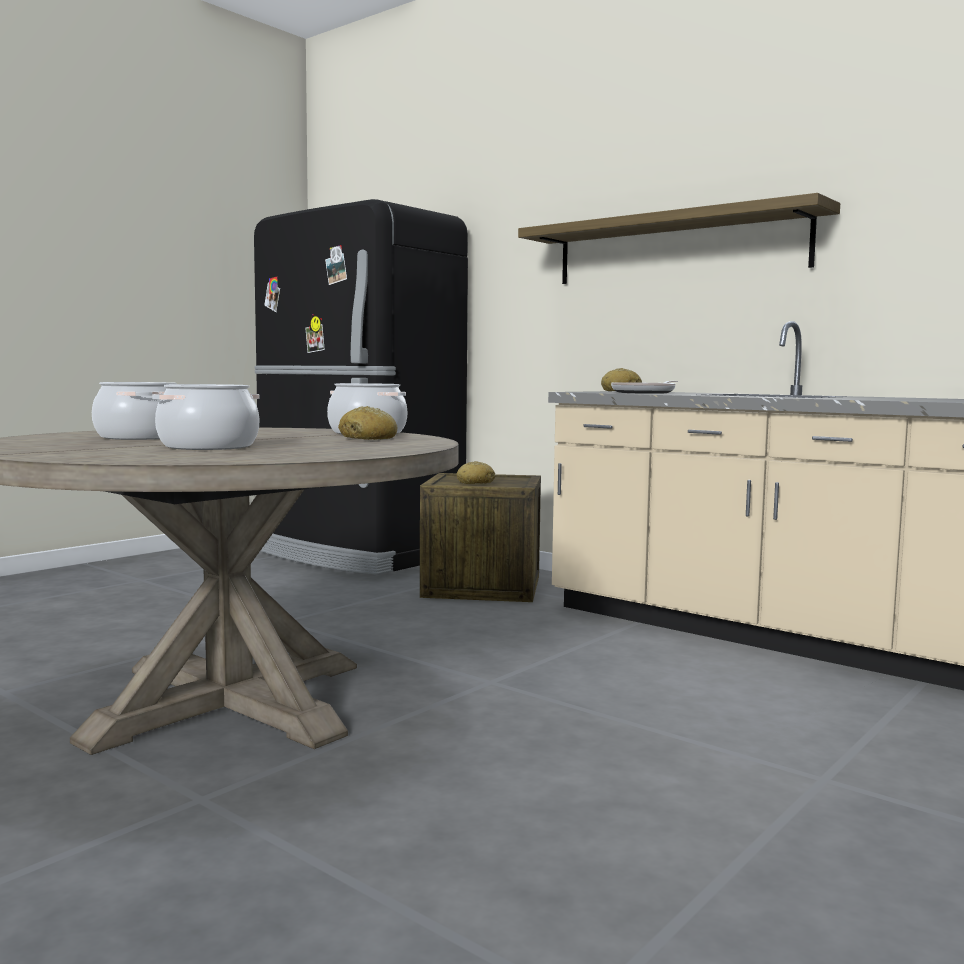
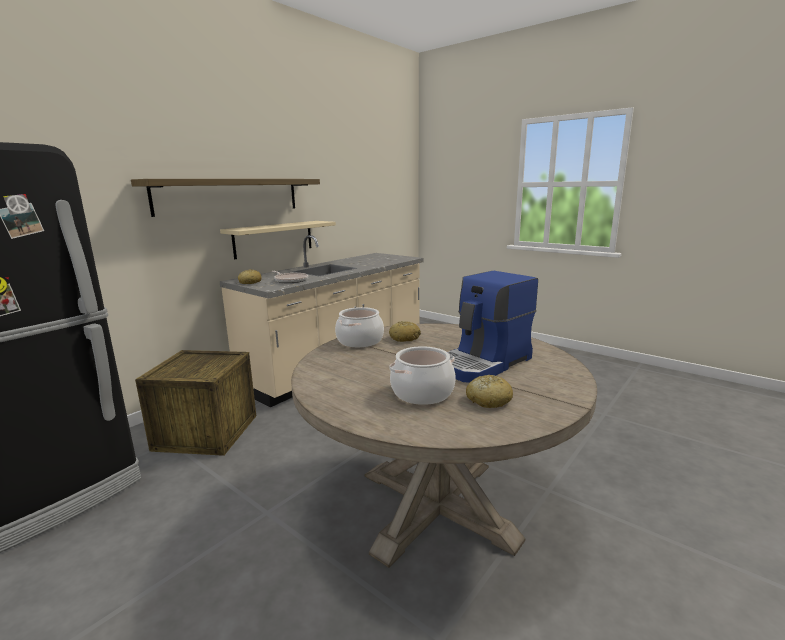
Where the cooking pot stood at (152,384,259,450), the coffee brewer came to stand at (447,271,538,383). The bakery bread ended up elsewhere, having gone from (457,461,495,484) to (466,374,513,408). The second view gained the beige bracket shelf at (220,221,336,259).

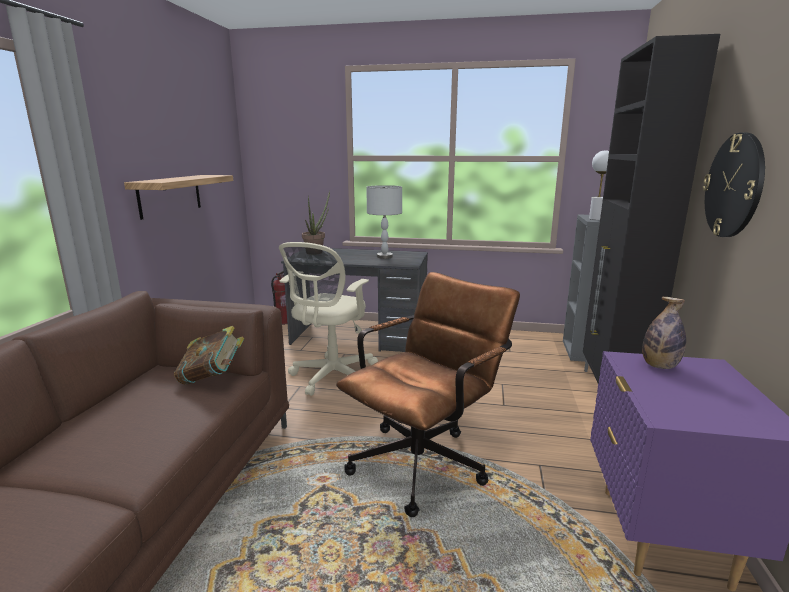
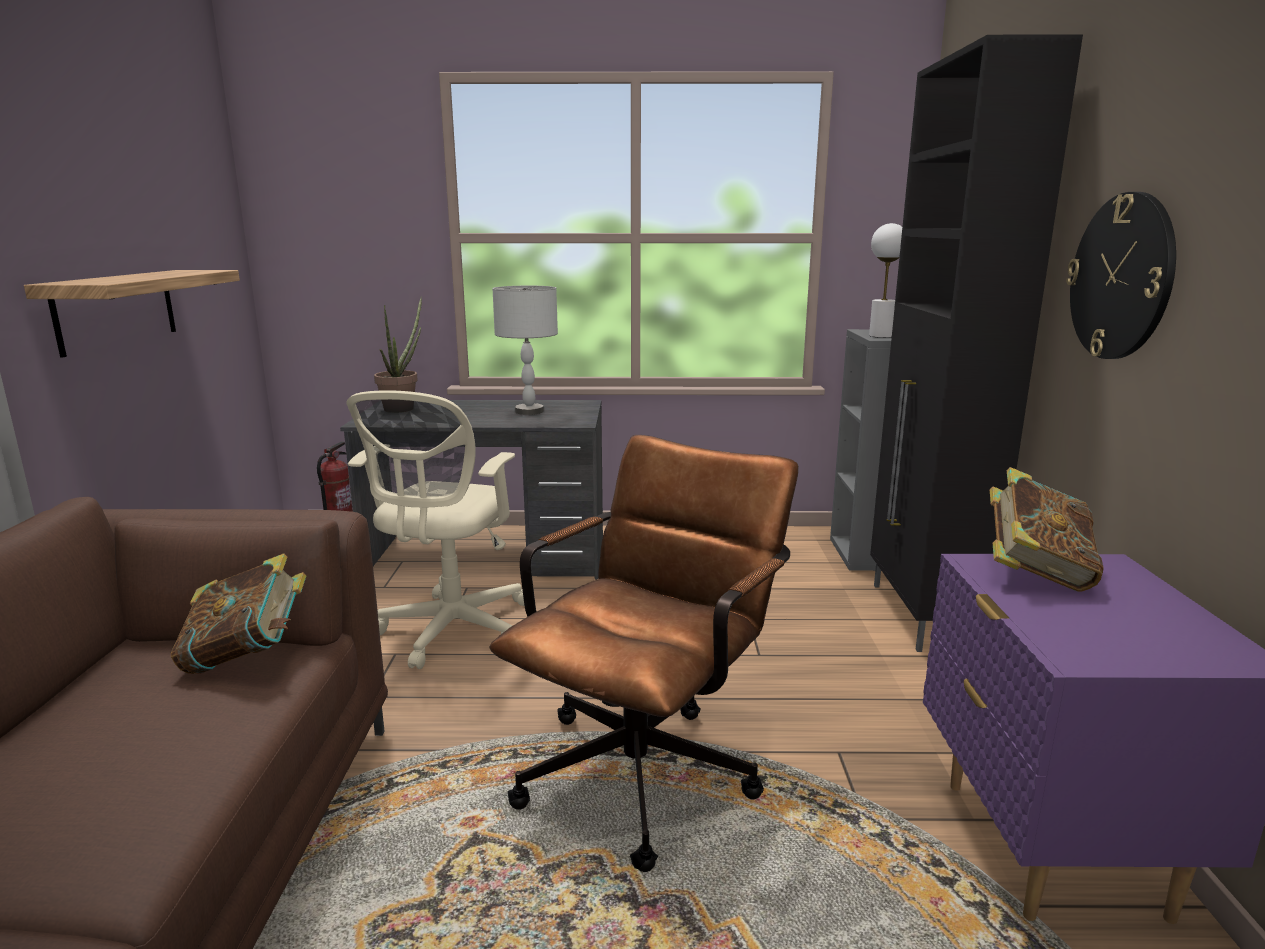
Where the bottle stood at (642,297,686,369), the book came to stand at (990,467,1104,592).

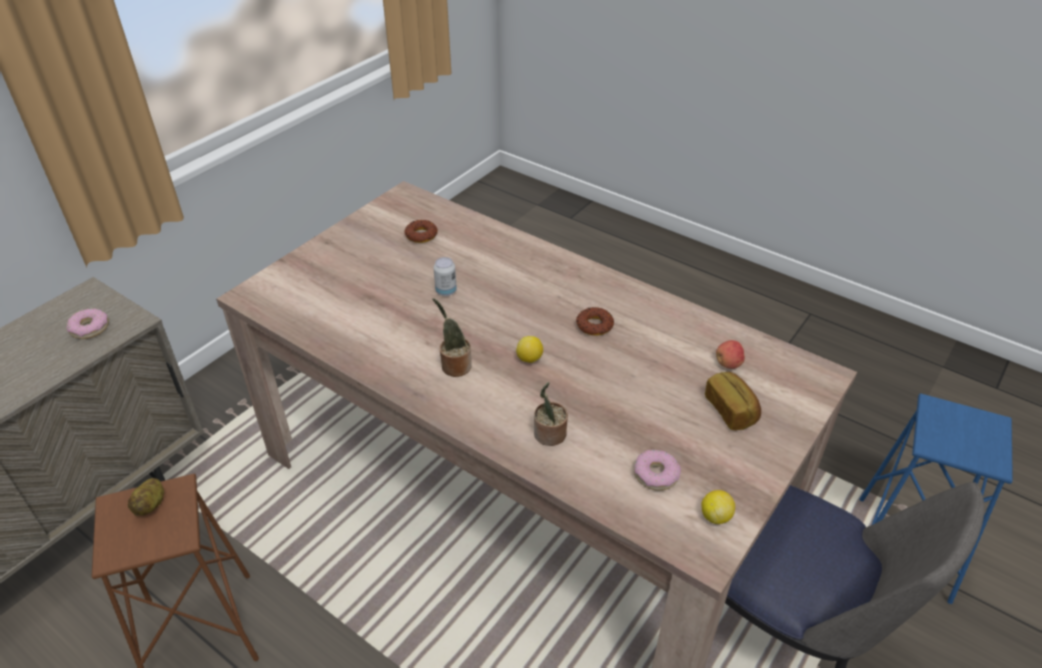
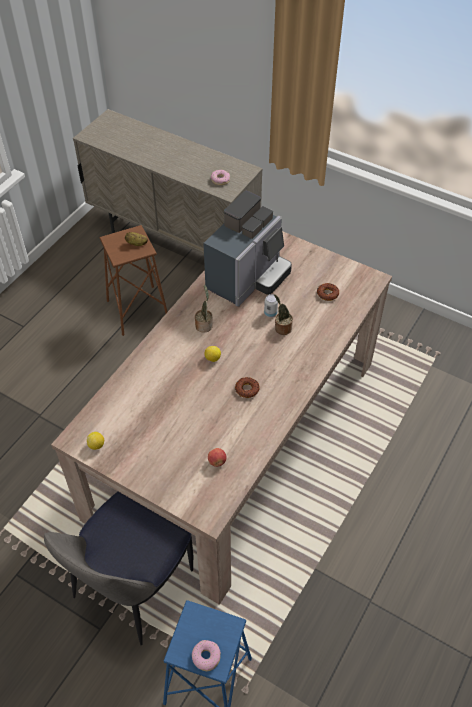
The houseplant ended up elsewhere, having gone from (534,382,568,446) to (274,294,293,335). The donut ended up elsewhere, having gone from (634,450,681,491) to (192,640,221,671). The second view lost the bakery bread at (705,372,761,430). The second view gained the coffee brewer at (203,191,292,307).

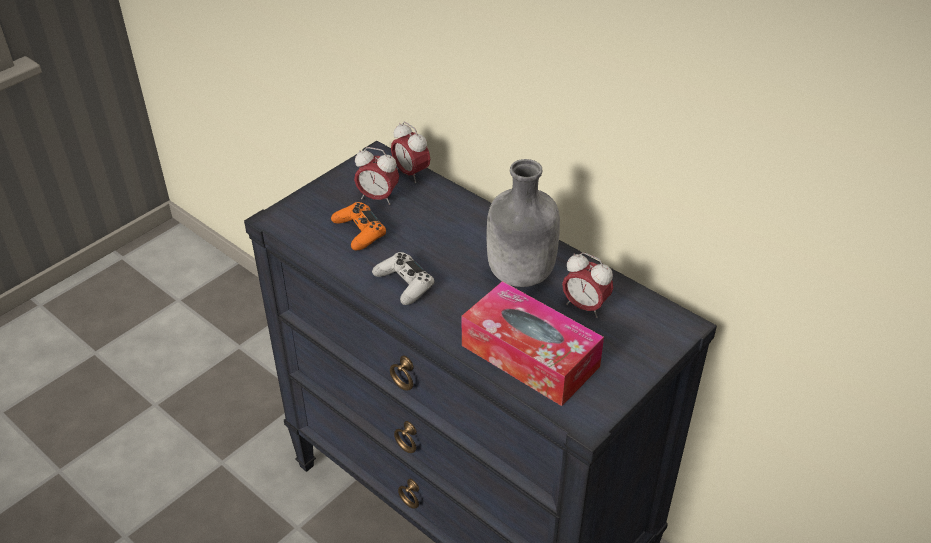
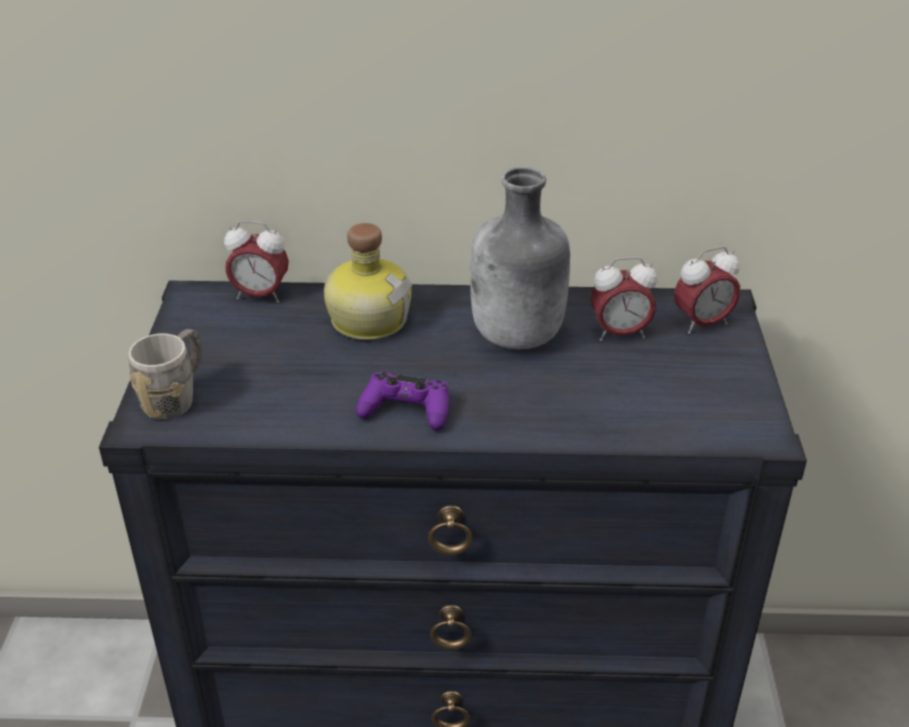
The second view lost the orange-coloured joypad at (331,202,386,250). The alarm clock ended up elsewhere, having gone from (354,147,399,205) to (674,246,740,334). What was the white-coloured joypad at (372,252,434,305) turned into the purplish joypad at (356,372,449,430). The second view lost the box of tissues at (462,281,604,406). The second view gained the grey coffee mug at (128,329,202,420). The second view gained the bottle at (324,223,412,340).

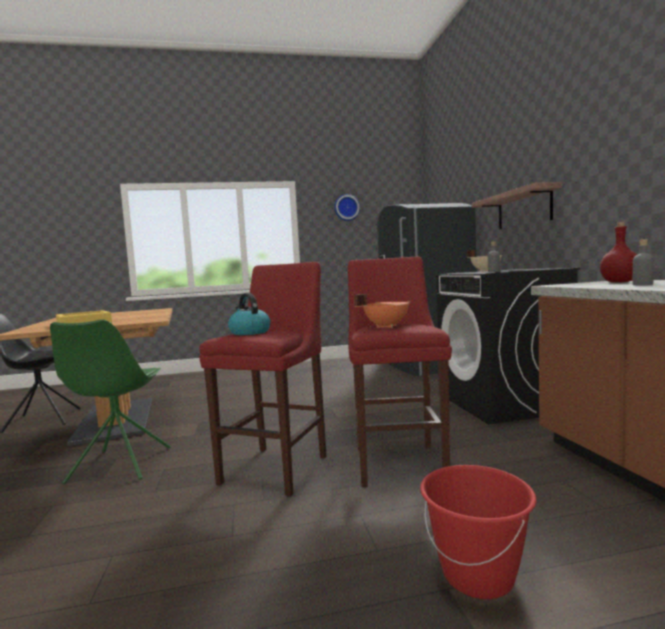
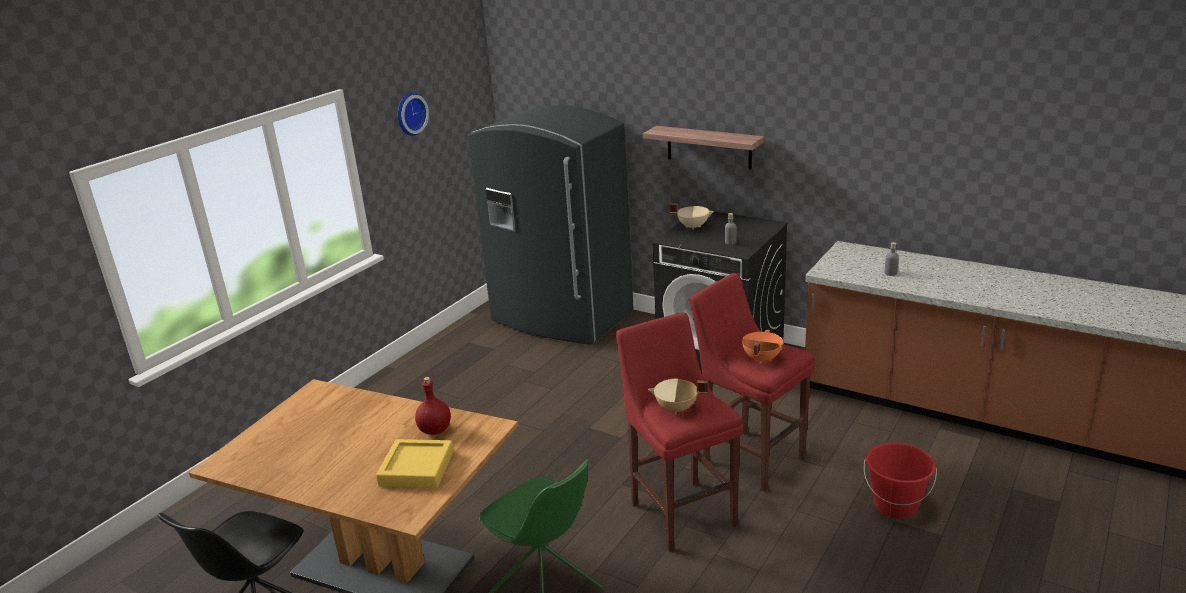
Where the tea kettle stood at (228,293,271,335), the beige cooking pot came to stand at (648,379,708,415). The red bottle ended up elsewhere, having gone from (600,222,637,283) to (415,377,451,435).

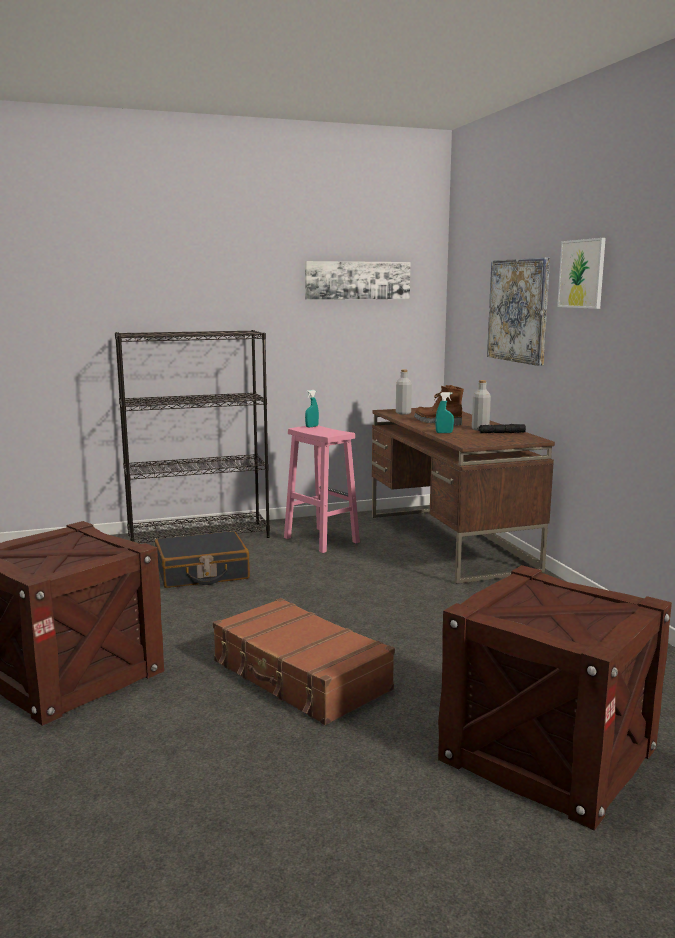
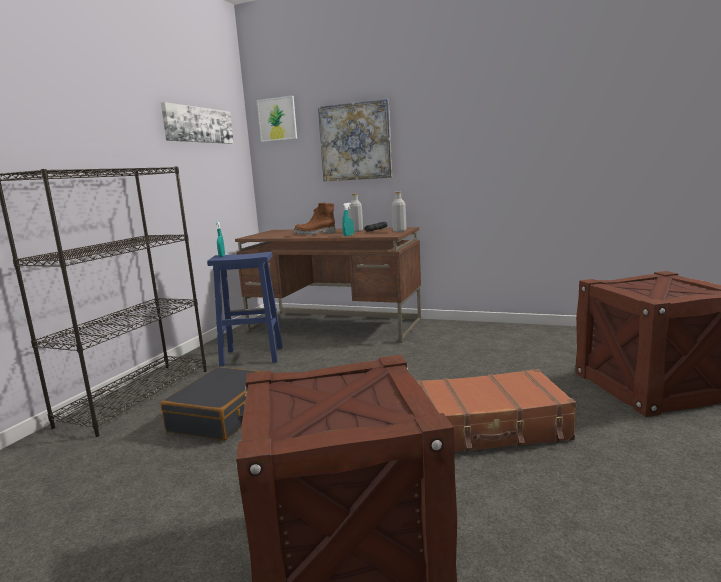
What was the pink sitting stool at (284,425,360,553) turned into the blue-coloured sitting stool at (207,252,283,366). The grey bottle ended up elsewhere, having gone from (396,369,412,415) to (392,192,406,232). The picture ended up elsewhere, having gone from (557,238,606,309) to (257,96,297,142).

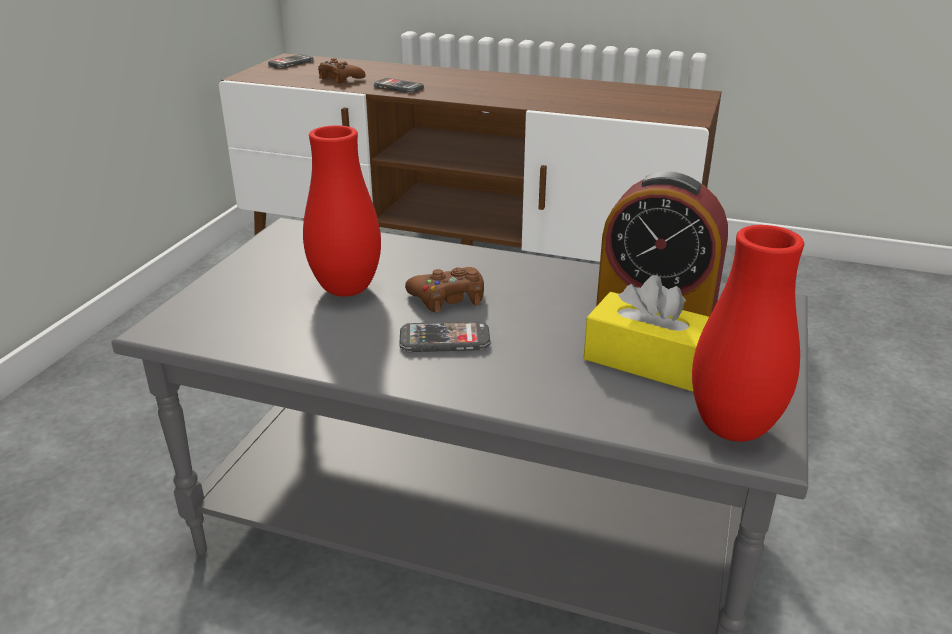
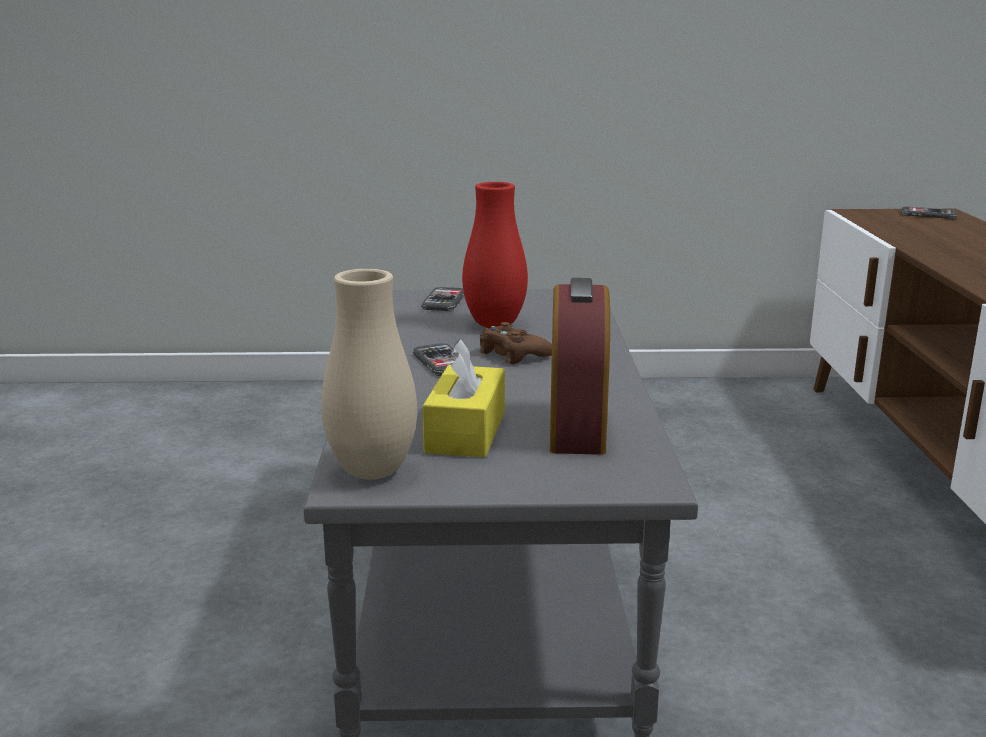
The second view lost the brownish joypad at (318,58,366,83). The phone ended up elsewhere, having gone from (374,78,424,93) to (421,287,464,311). What was the red decorative vase at (692,225,804,442) turned into the beige decorative vase at (321,269,417,480).

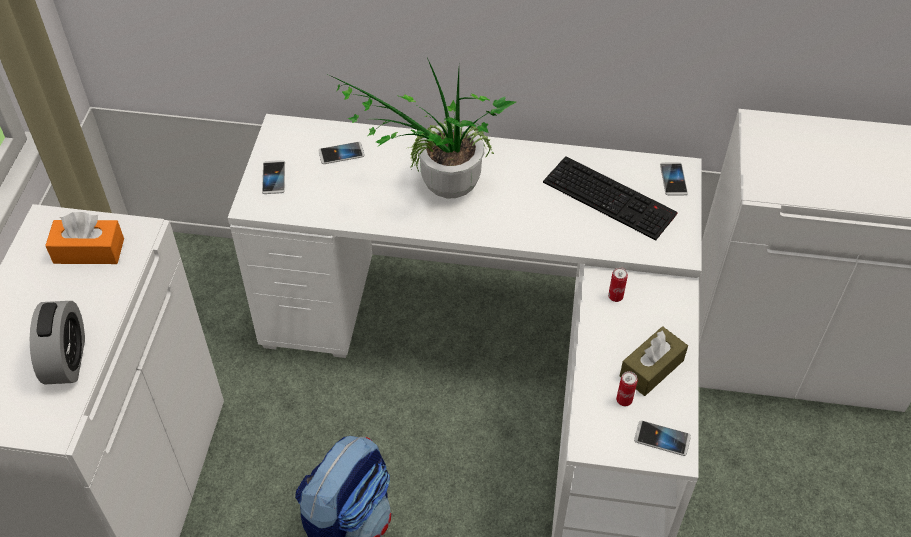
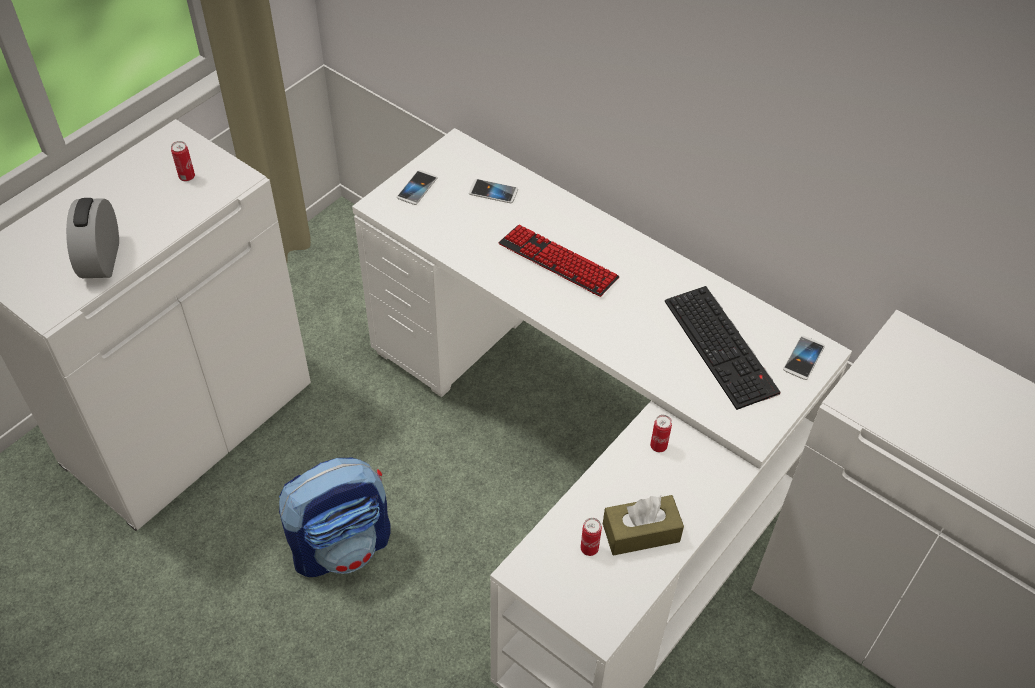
The alarm clock at (30,301,85,385) ended up facing another way, 150 degrees clockwise from before. Where the orange-coloured box of tissues stood at (45,212,124,264), the metal can came to stand at (171,141,195,181). Where the houseplant stood at (330,58,516,199), the PC keyboard came to stand at (498,225,619,297). The second view lost the phone at (634,420,691,456).

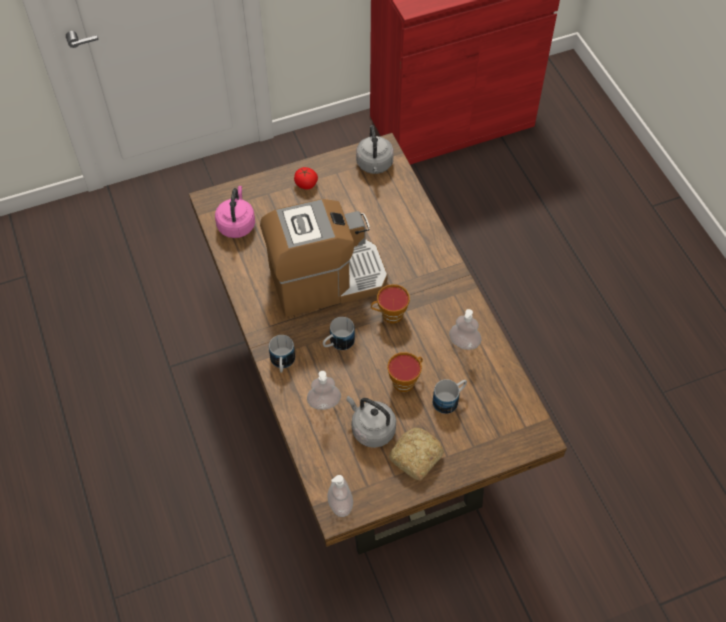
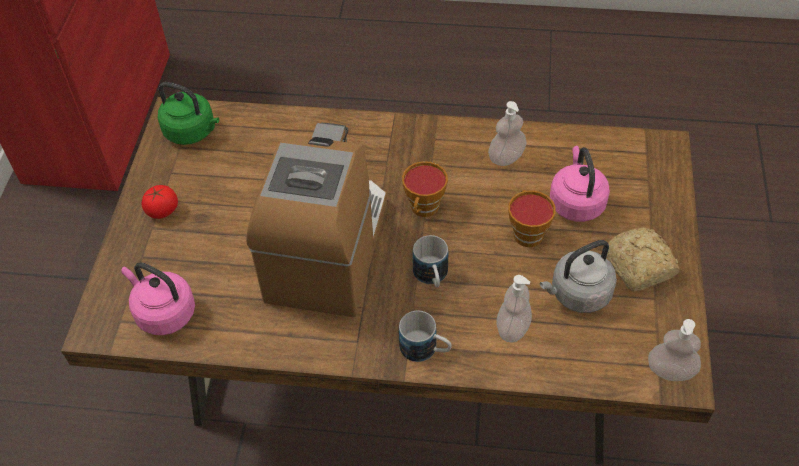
What was the grey tea kettle at (356,125,394,174) turned into the greenish tea kettle at (158,82,219,145). Where the coffee mug stood at (433,379,467,414), the pink tea kettle came to stand at (550,146,610,222).

